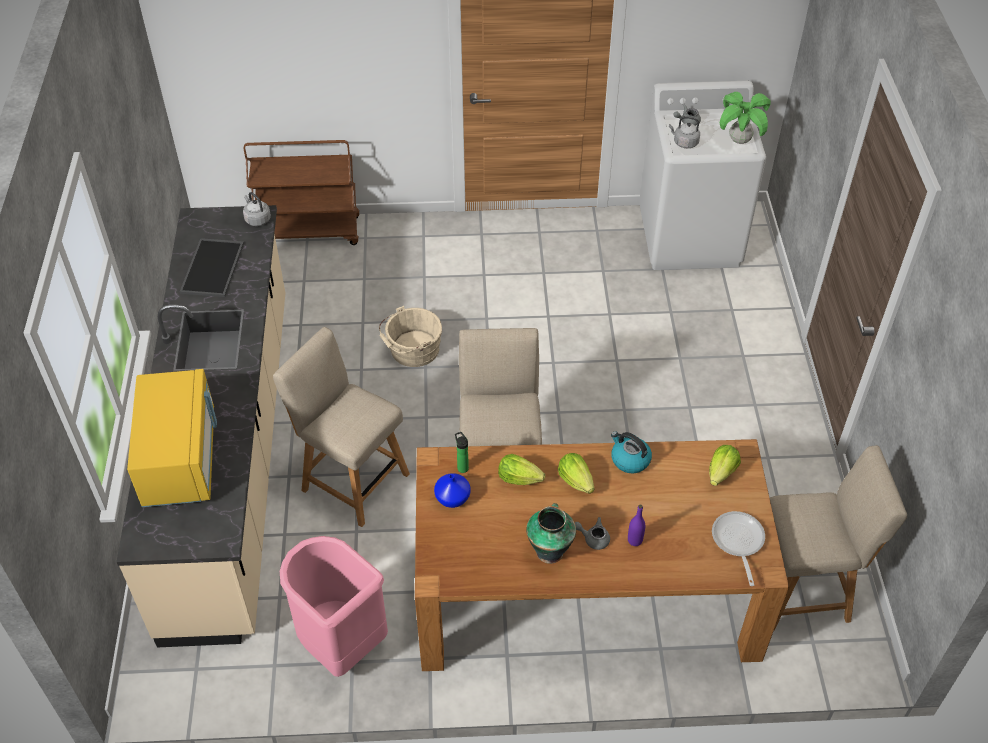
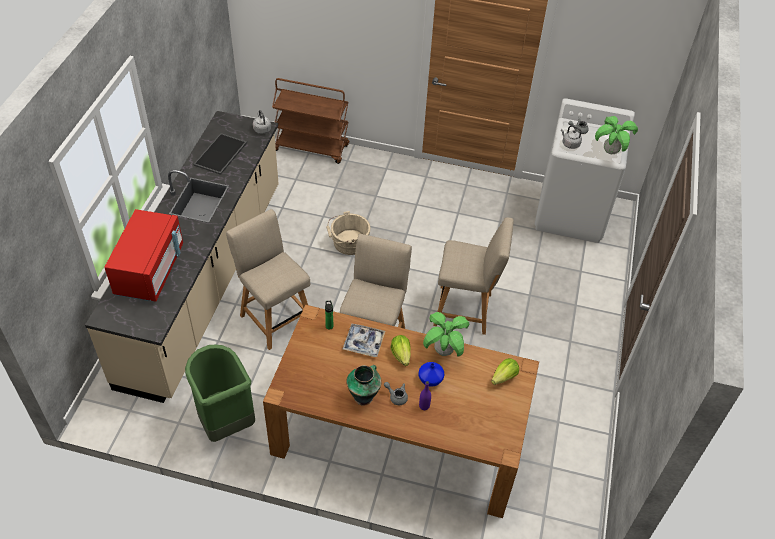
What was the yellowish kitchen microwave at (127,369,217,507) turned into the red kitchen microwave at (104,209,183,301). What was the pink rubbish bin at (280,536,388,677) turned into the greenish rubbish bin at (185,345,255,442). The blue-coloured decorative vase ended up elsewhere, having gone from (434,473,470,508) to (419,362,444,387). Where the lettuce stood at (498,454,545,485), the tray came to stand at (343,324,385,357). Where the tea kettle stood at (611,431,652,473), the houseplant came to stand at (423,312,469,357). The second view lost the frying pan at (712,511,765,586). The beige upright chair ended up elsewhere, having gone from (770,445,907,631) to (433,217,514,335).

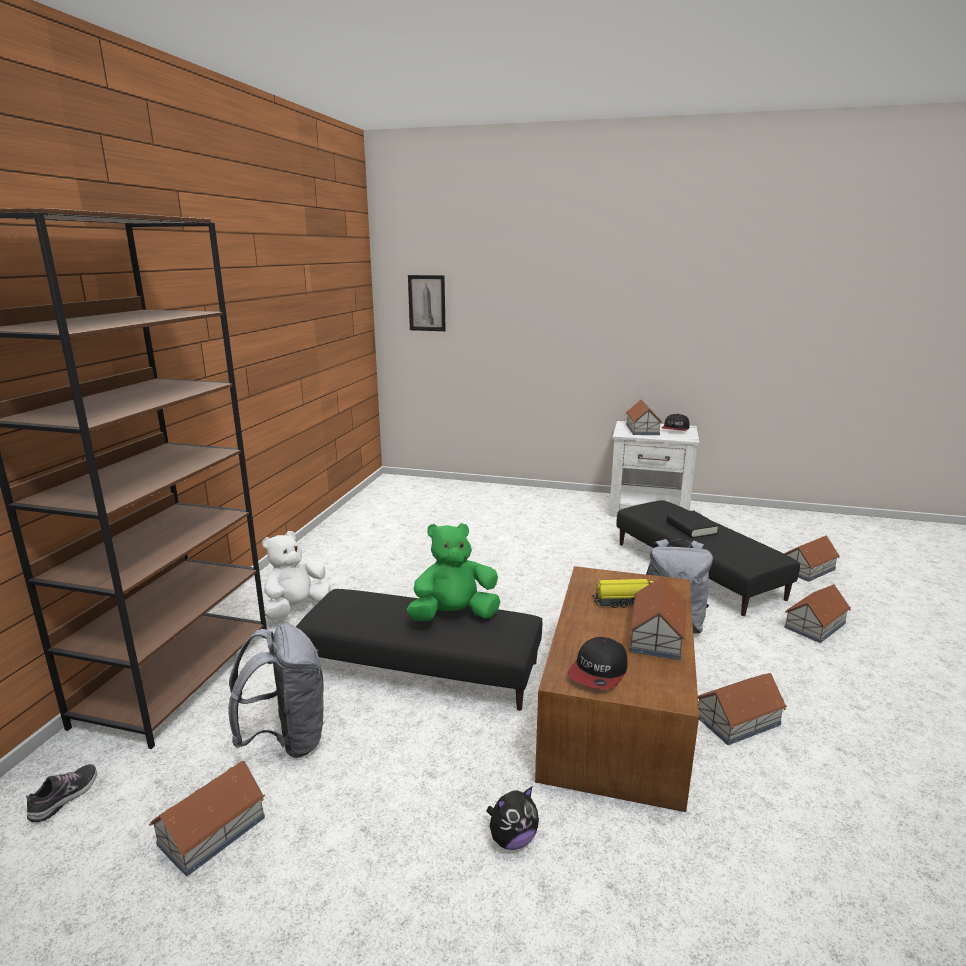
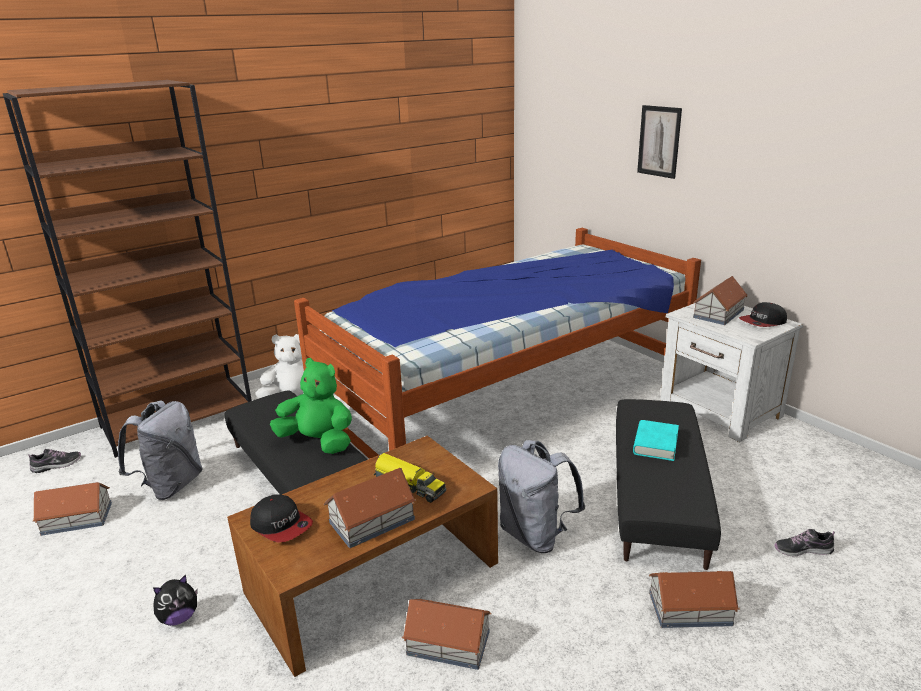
The picture ended up elsewhere, having gone from (408,275,446,331) to (637,105,682,179). The plush toy at (486,786,539,850) ended up facing another way, 45 degrees counterclockwise from before. The baseball cap at (567,637,628,689) ended up facing another way, 120 degrees counterclockwise from before. What was the black book at (667,510,719,538) turned into the turquoise book at (633,420,679,461). Where the toy house stood at (784,536,840,582), the item of footwear came to stand at (774,529,835,557). The second view gained the bedroom bed at (294,228,701,459).

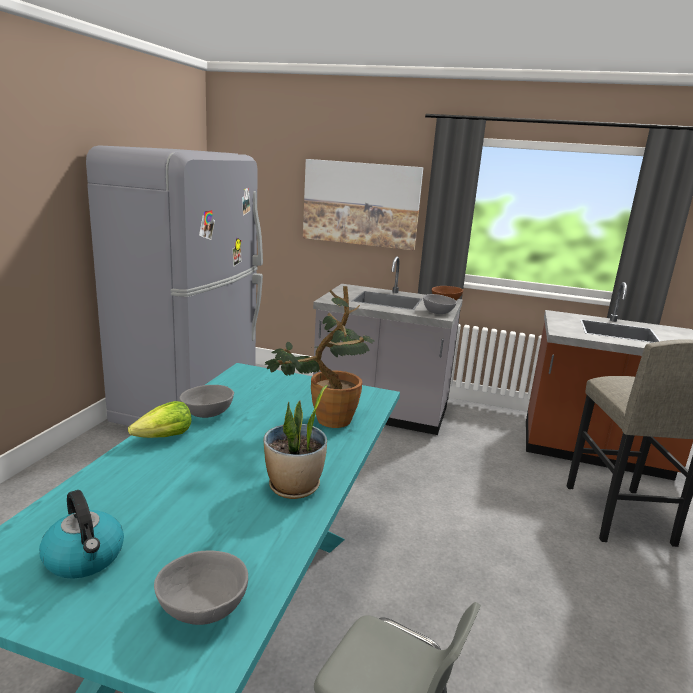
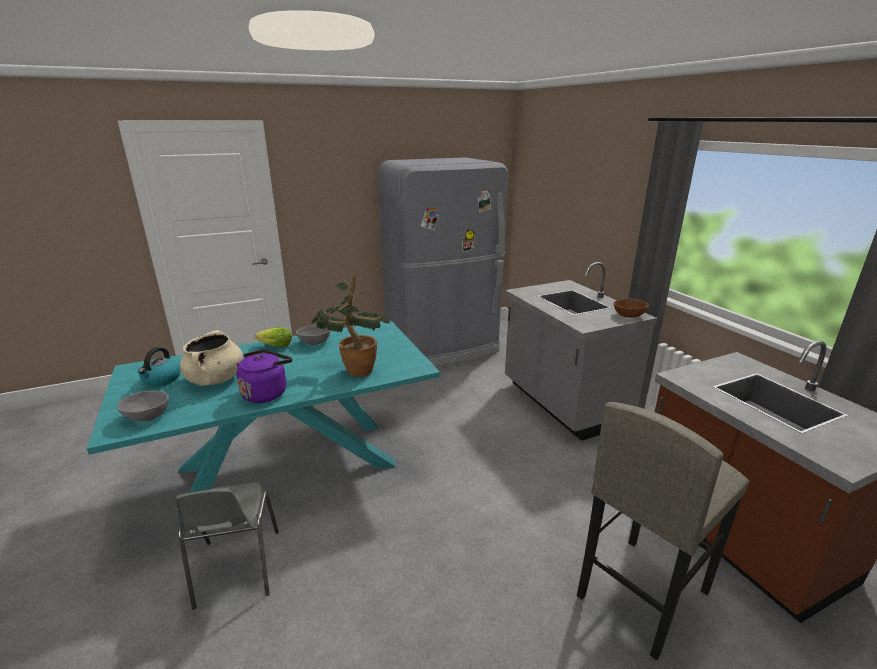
Where the houseplant stood at (263,385,328,499), the purplish tea kettle came to stand at (236,350,292,403). The second view lost the picture at (303,159,424,250). The second view lost the grey serving bowl at (423,294,457,314). The second view gained the beige cooking pot at (180,330,243,386).

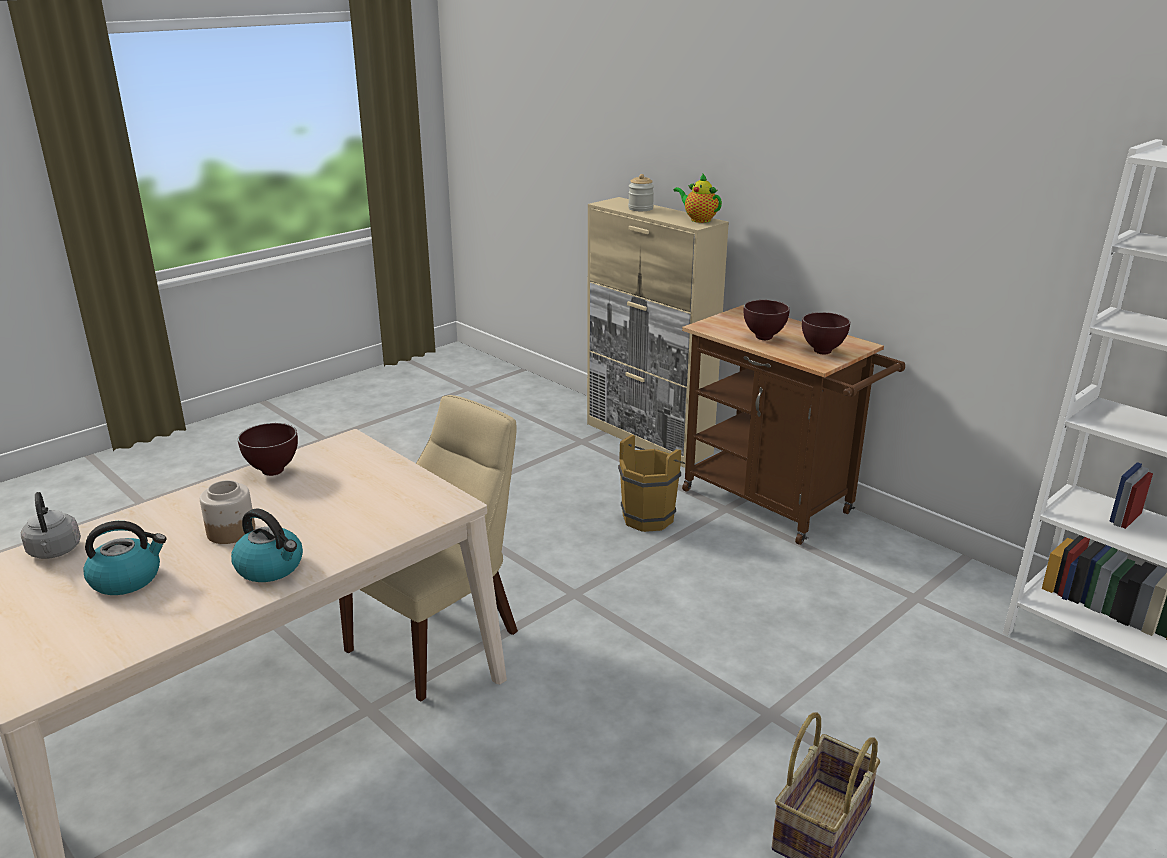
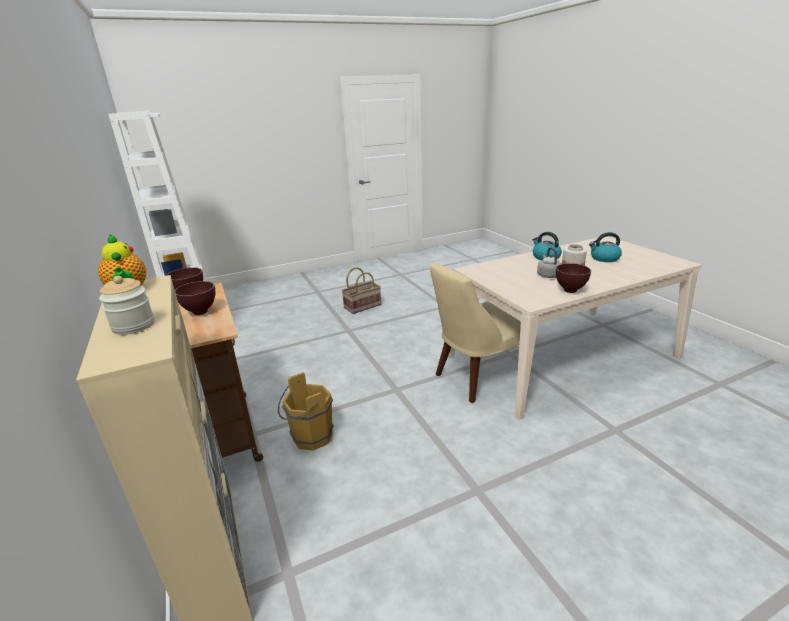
The grey tea kettle ended up elsewhere, having gone from (21,492,81,559) to (537,247,561,278).

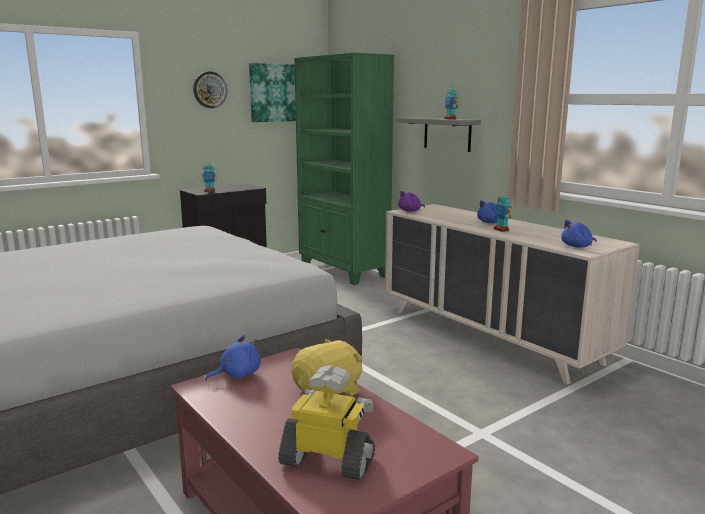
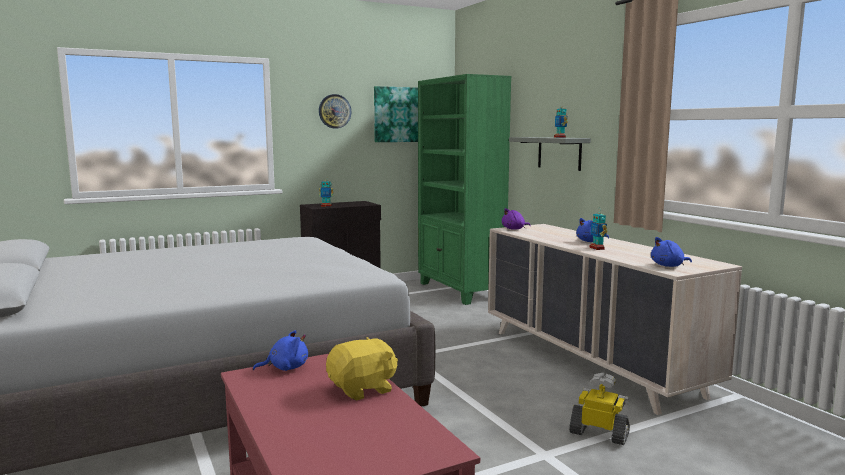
The toy robot ended up elsewhere, having gone from (278,365,375,481) to (569,373,630,445).

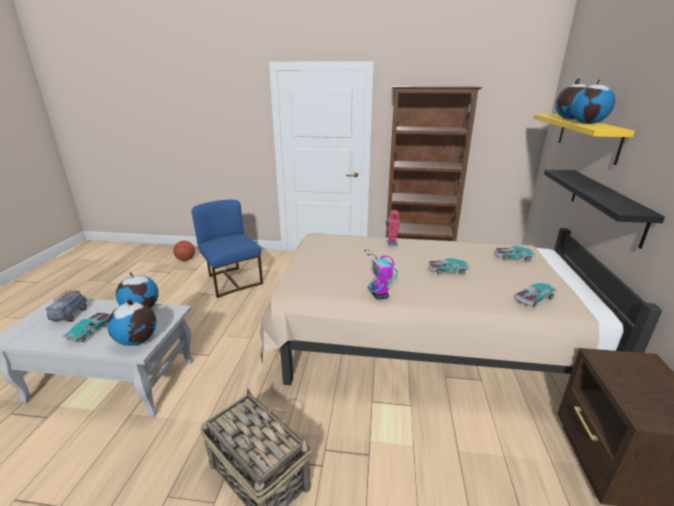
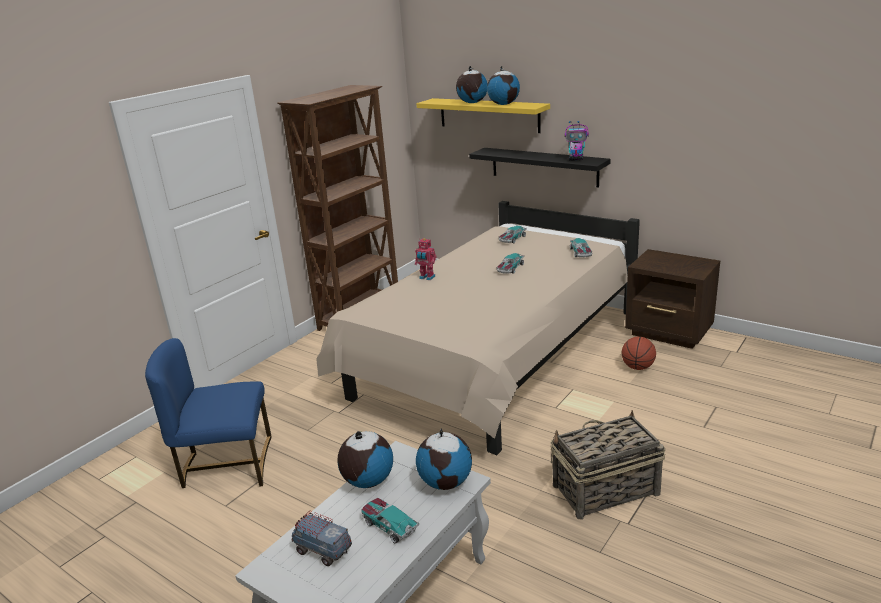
The basketball ended up elsewhere, having gone from (173,241,195,261) to (622,337,656,370). The toy robot ended up elsewhere, having gone from (364,249,398,300) to (565,121,589,160).

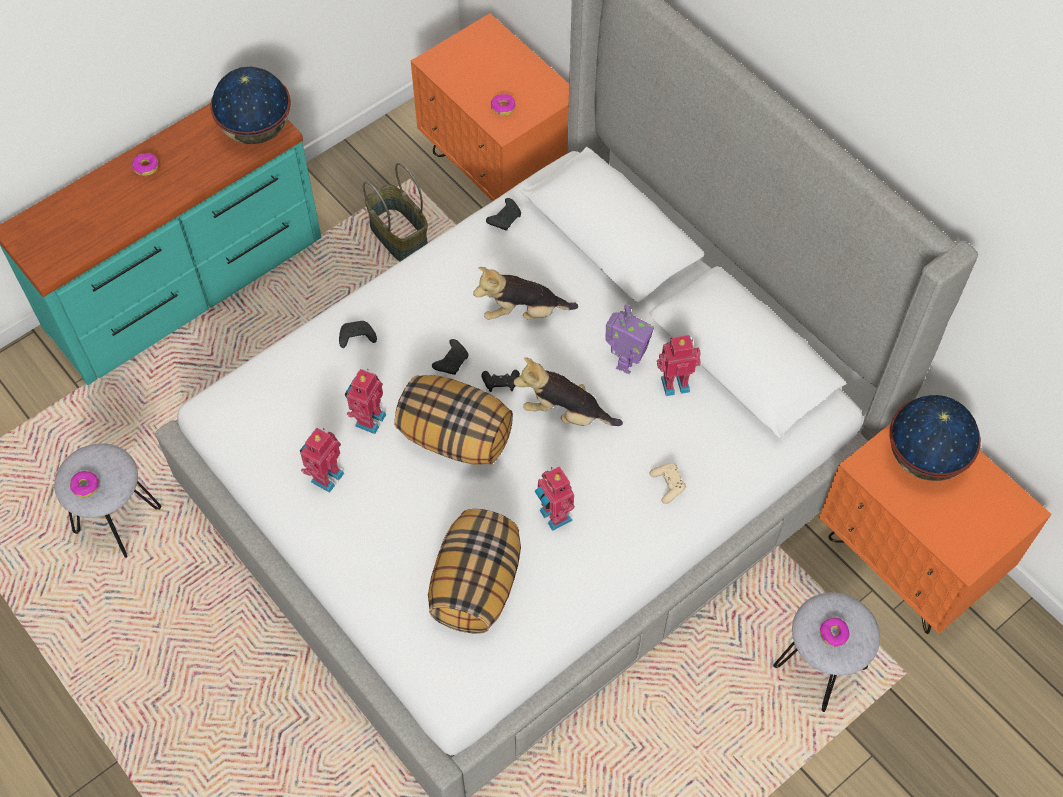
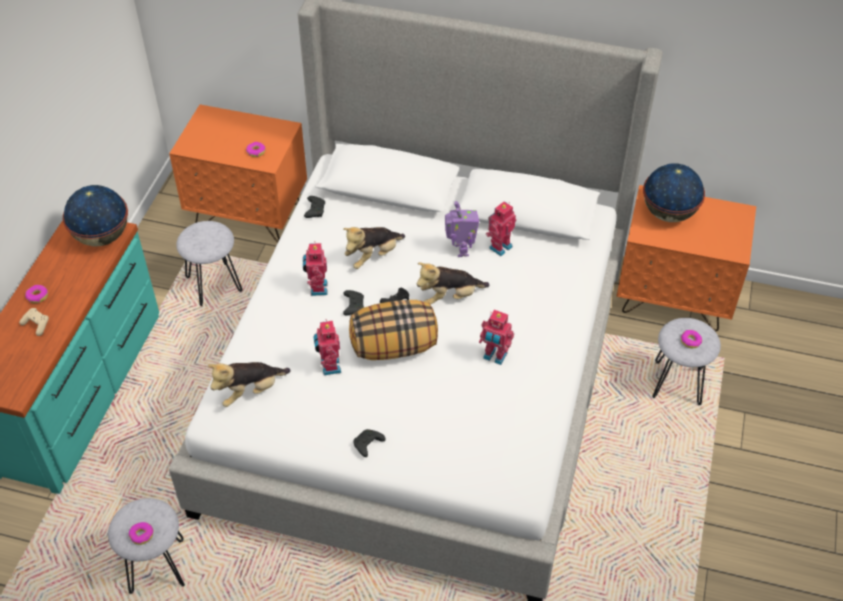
The toy robot ended up elsewhere, having gone from (300,428,344,493) to (303,241,328,296). The black joypad ended up elsewhere, having gone from (339,321,377,348) to (353,429,386,457). Where the household basket stood at (363,163,428,261), the grey sitting stool came to stand at (176,221,242,306). The second view lost the throw pillow at (428,509,521,634). The beige joypad ended up elsewhere, having gone from (650,463,686,504) to (19,308,49,336). The second view gained the plush toy at (208,362,291,407).

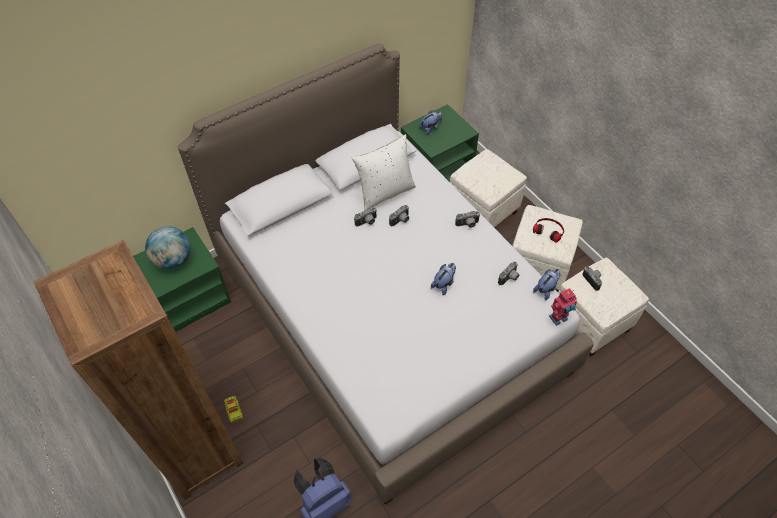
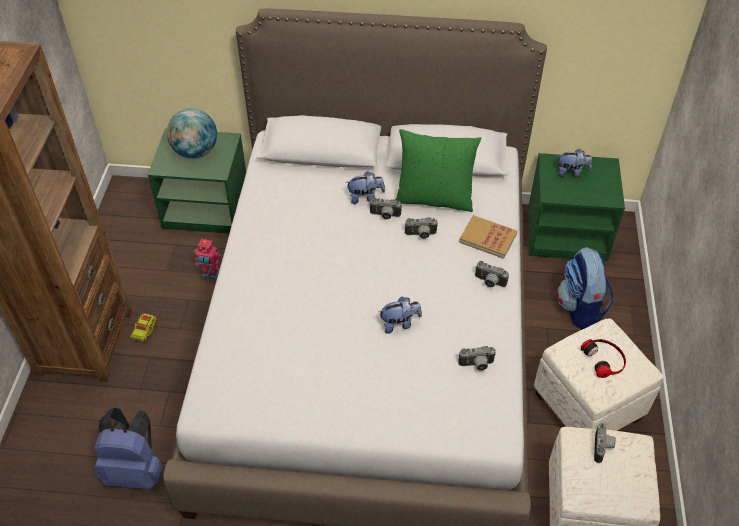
What was the white-coloured throw pillow at (351,134,416,210) turned into the greenish throw pillow at (395,129,481,212). Where the white-coloured pouffe stood at (450,149,527,228), the rucksack came to stand at (557,247,613,329). The plush toy ended up elsewhere, having gone from (533,268,560,300) to (347,171,385,204). The toy robot ended up elsewhere, having gone from (549,288,577,326) to (194,239,221,280). The second view gained the book at (459,215,517,259).

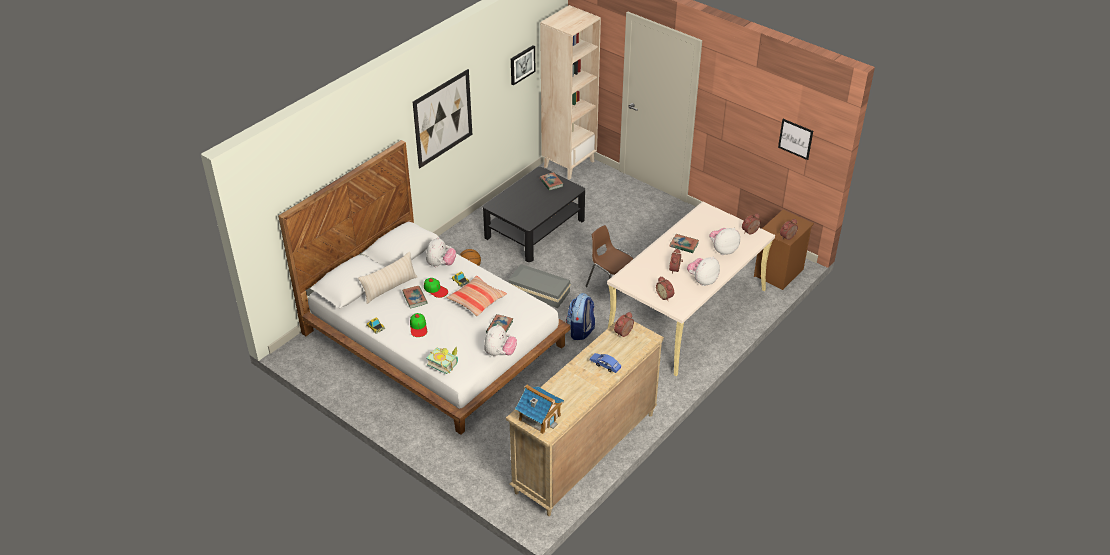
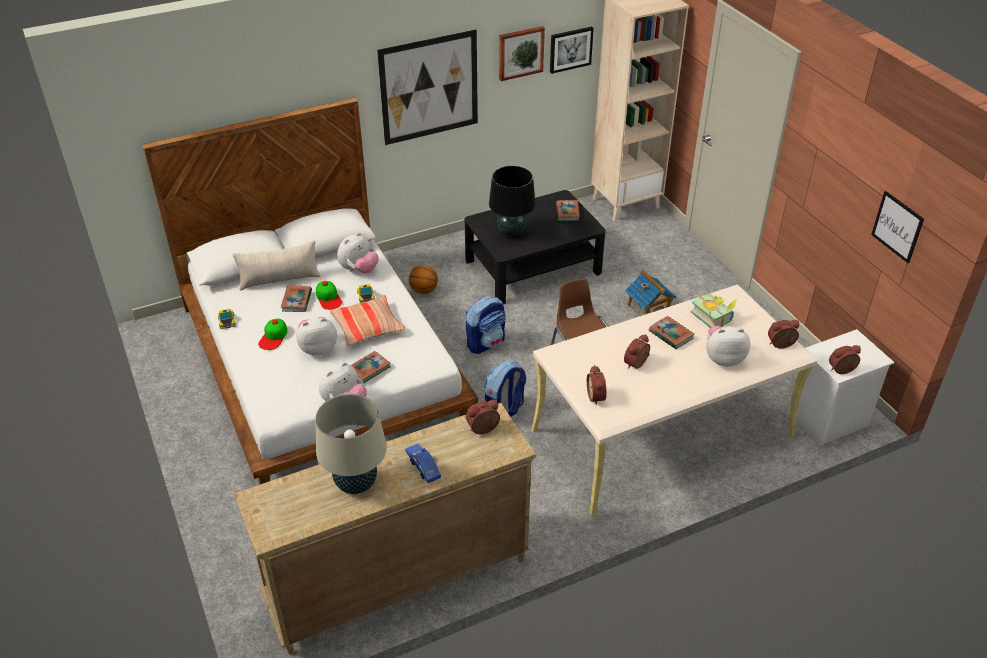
The book ended up elsewhere, having gone from (426,346,458,374) to (691,294,736,328). Where the grey storage box stood at (508,264,571,308), the rucksack came to stand at (466,296,505,354). The toy house ended up elsewhere, having gone from (515,384,564,434) to (625,270,676,316). The plush toy ended up elsewhere, having gone from (687,257,720,286) to (296,316,337,356). What was the brownish bedside table at (754,210,814,290) turned into the white-coloured bedside table at (787,329,894,446). The second view gained the beige tabletop lamp at (316,394,387,494). The second view gained the black tabletop lamp at (489,165,535,237). The second view gained the picture at (499,26,545,81).

